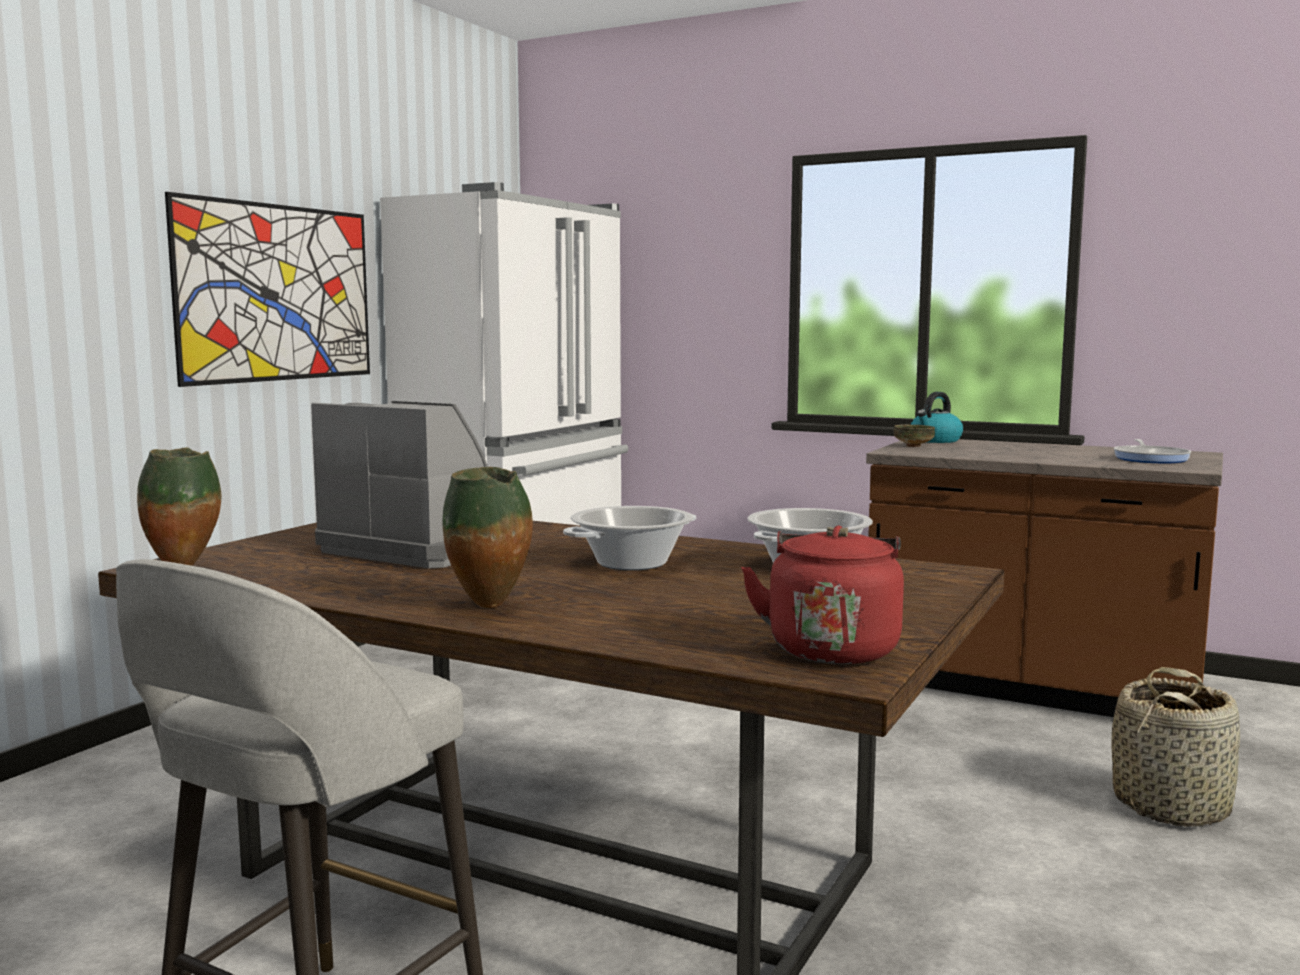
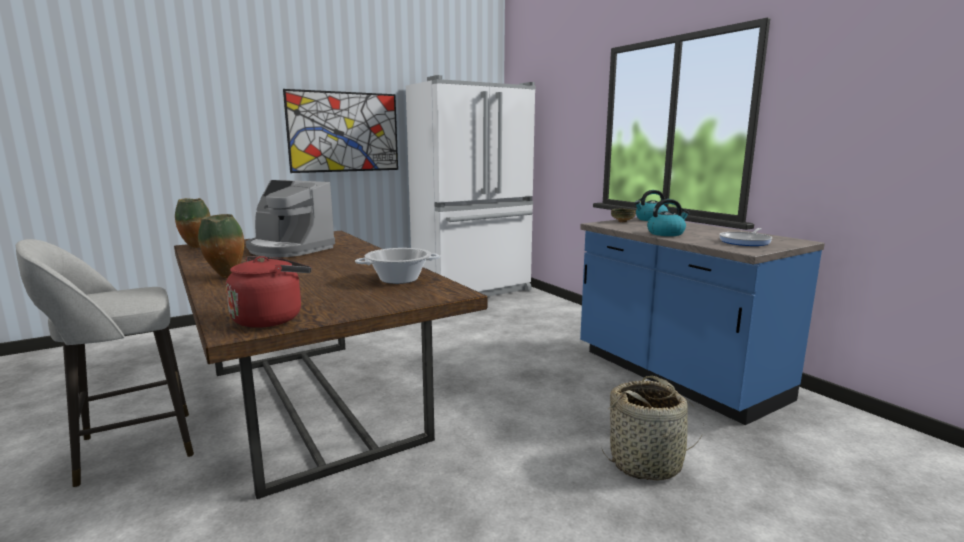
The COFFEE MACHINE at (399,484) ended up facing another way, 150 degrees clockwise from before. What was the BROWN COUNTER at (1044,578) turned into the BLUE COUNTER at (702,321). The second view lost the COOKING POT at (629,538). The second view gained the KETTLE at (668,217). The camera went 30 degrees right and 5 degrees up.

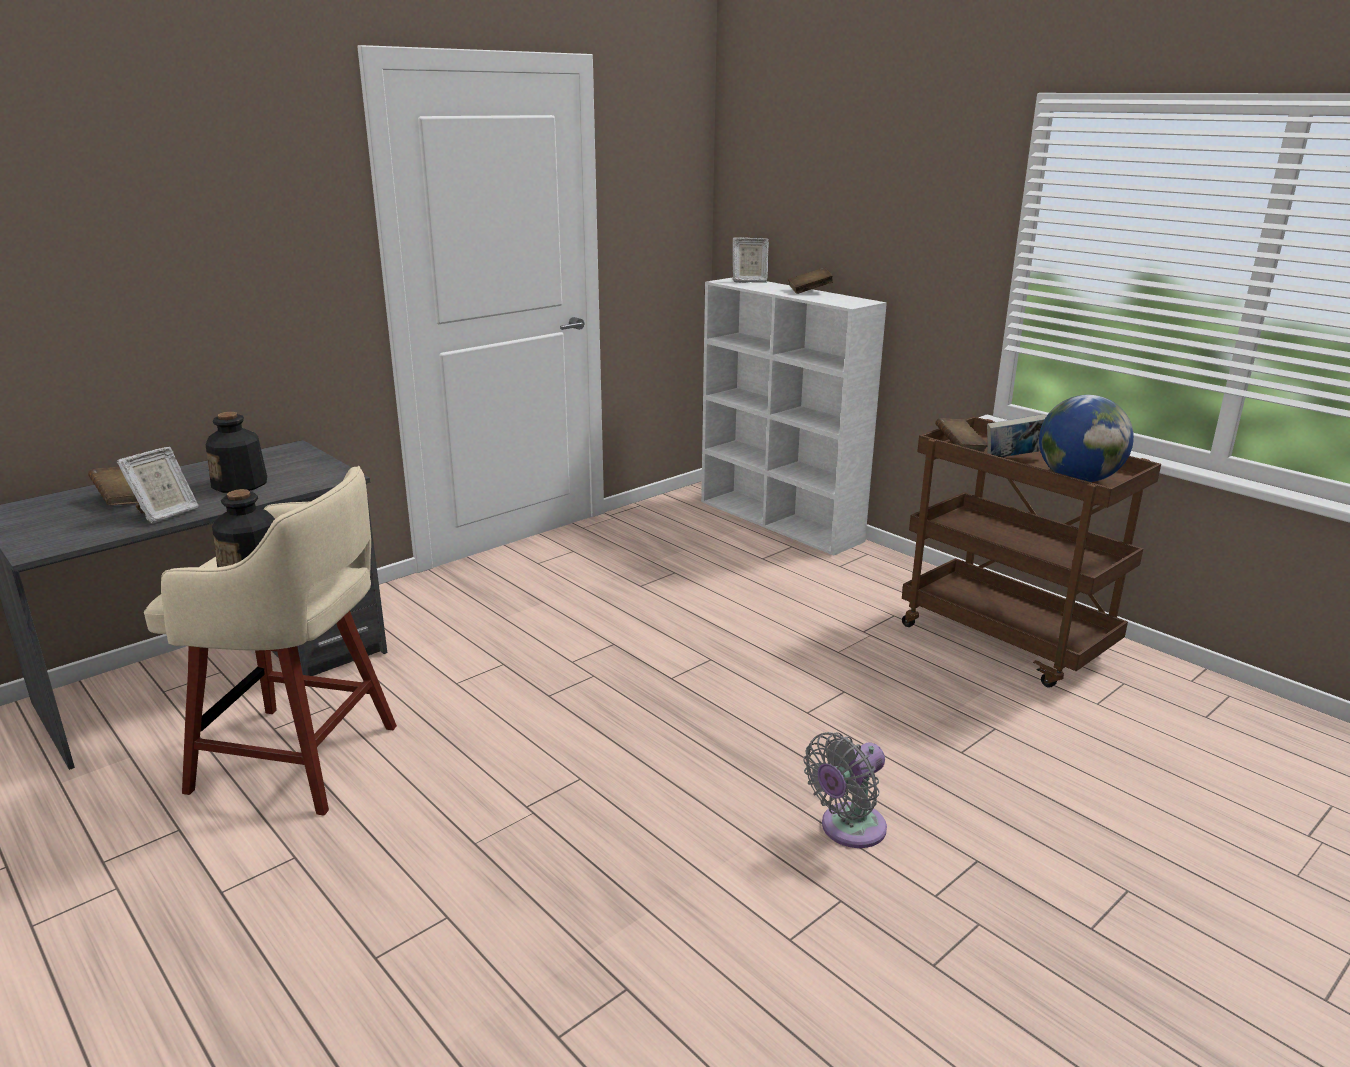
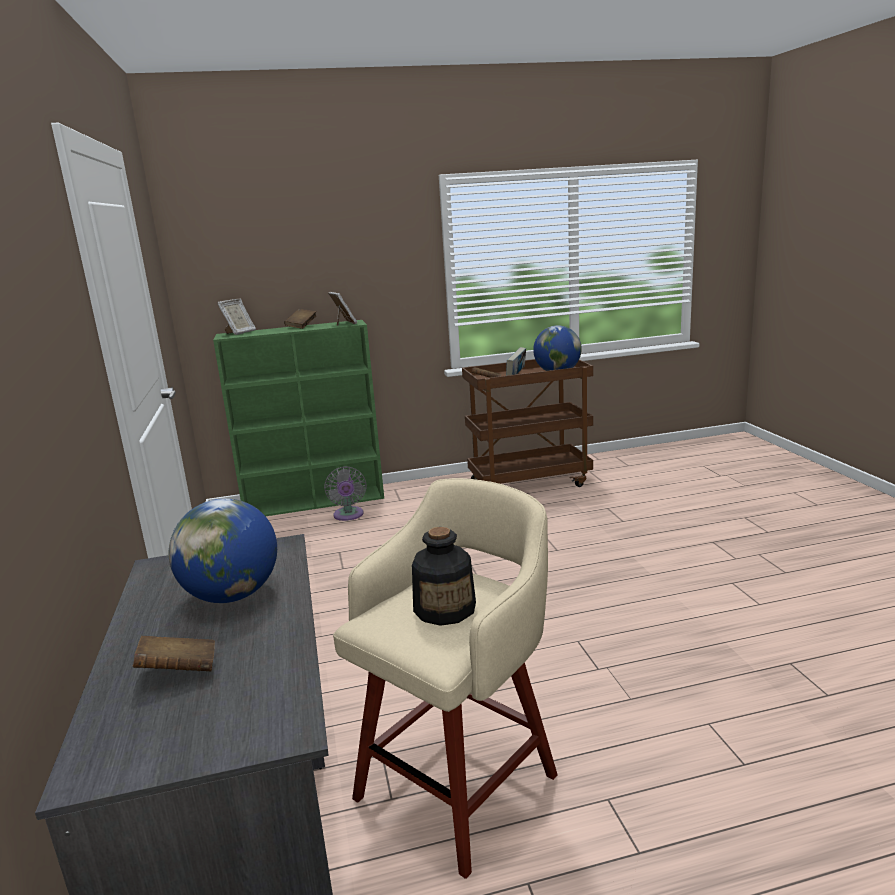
What was the WHITE BOOKCASE at (794,416) turned into the GREEN BOOKCASE at (298,418). Where the BOTTLE stood at (236,452), the GLOBE came to stand at (223,550). The PICTURE FRAME ended up elsewhere, having gone from (158,485) to (342,309). The GREY FAN ended up elsewhere, having gone from (845,790) to (345,493). The camera went 60 degrees left and 5 degrees down.

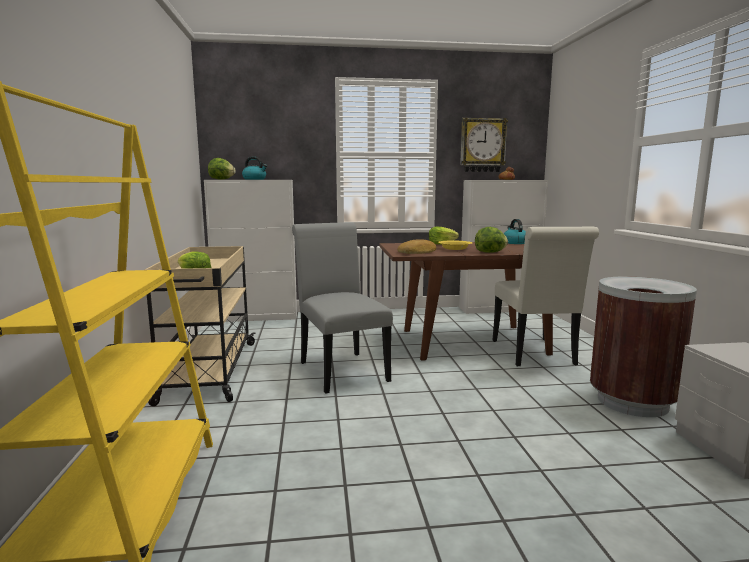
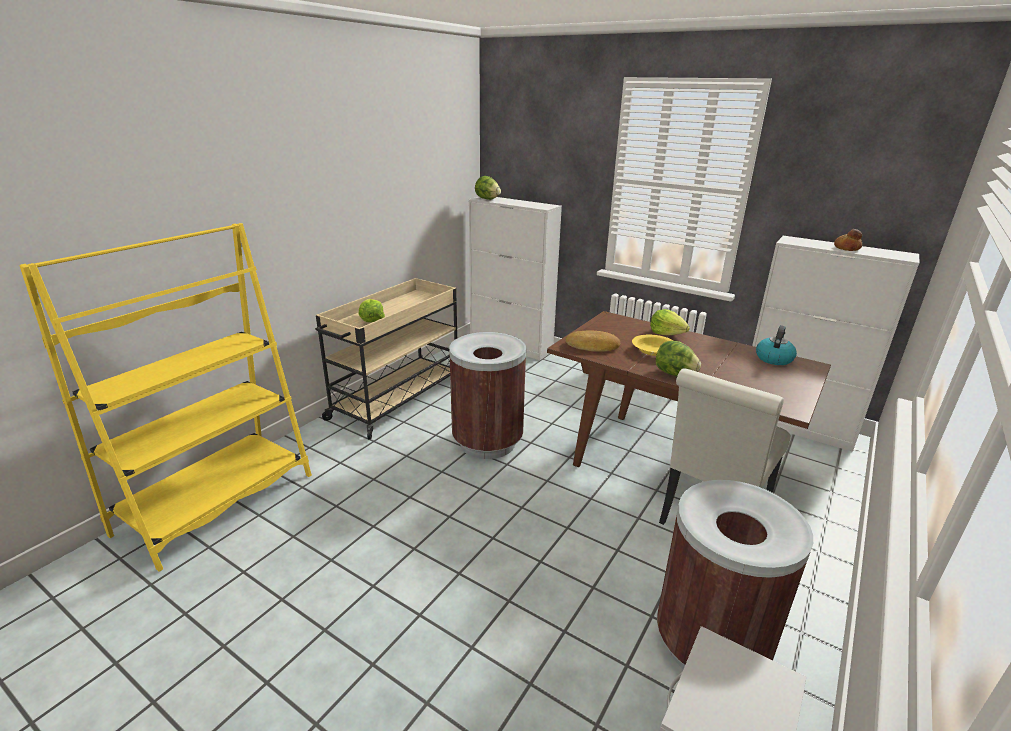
The second view lost the WALL CLOCK at (484,144). The second view lost the KETTLE at (254,168). Where the GREY CHAIR stood at (342,308), the BROWN TRASH CAN came to stand at (487,395). The camera went 40 degrees right and 15 degrees up.

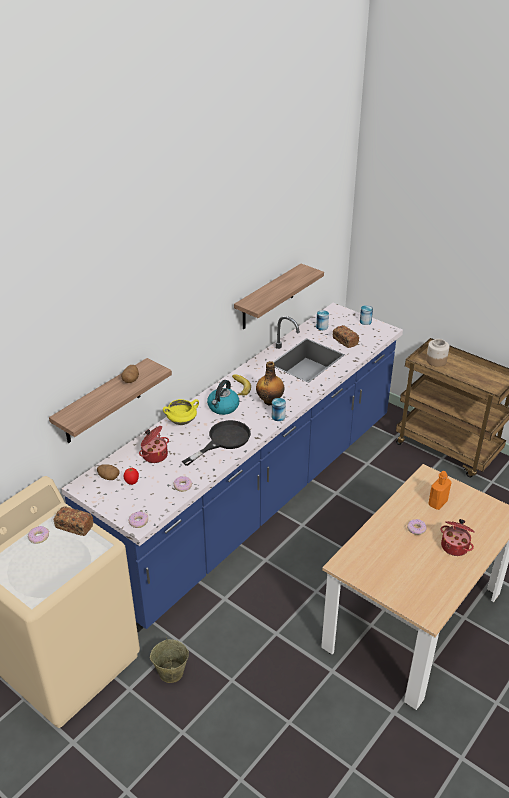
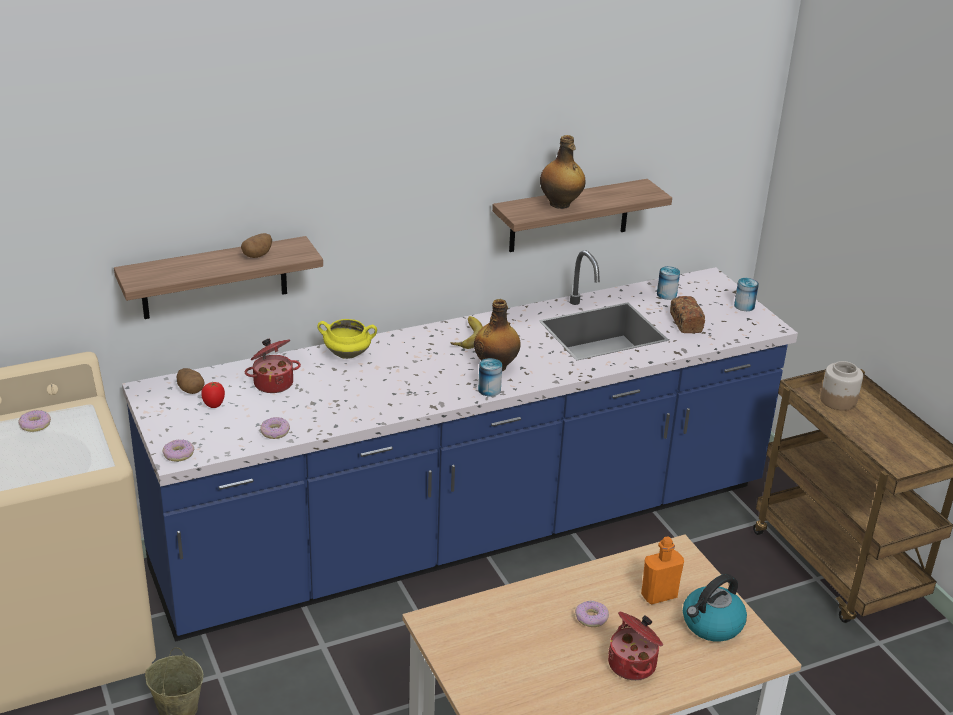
The KETTLE ended up elsewhere, having gone from (223,397) to (715,608). The second view lost the BLACK FRYING PAN at (216,443). The second view lost the BREAD at (74,521). The second view gained the BOTTLE at (563,172). The camera went 25 degrees right and 5 degrees down.

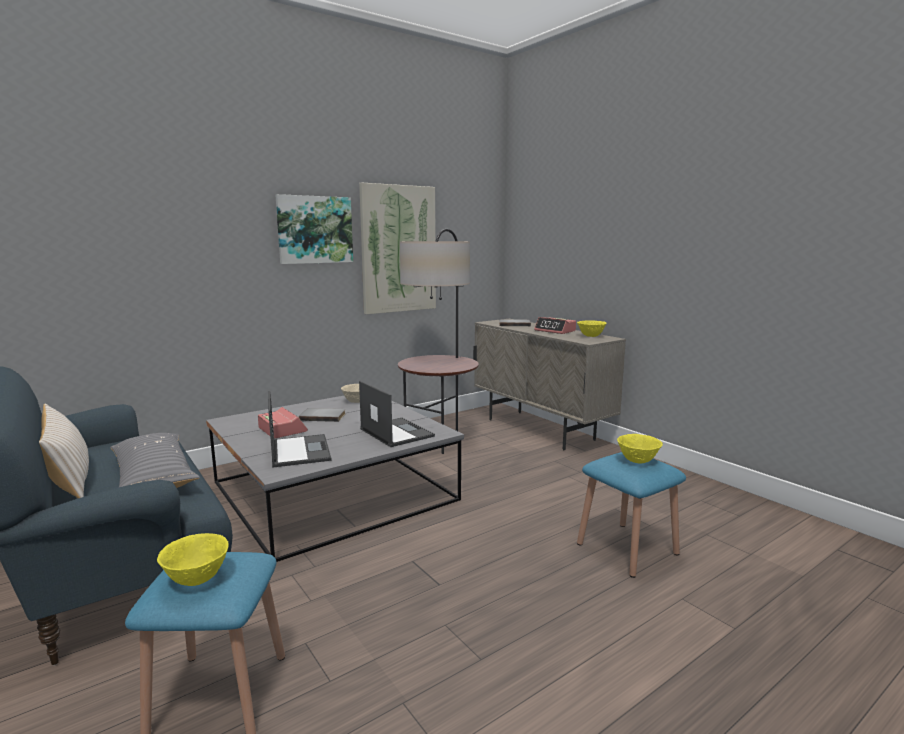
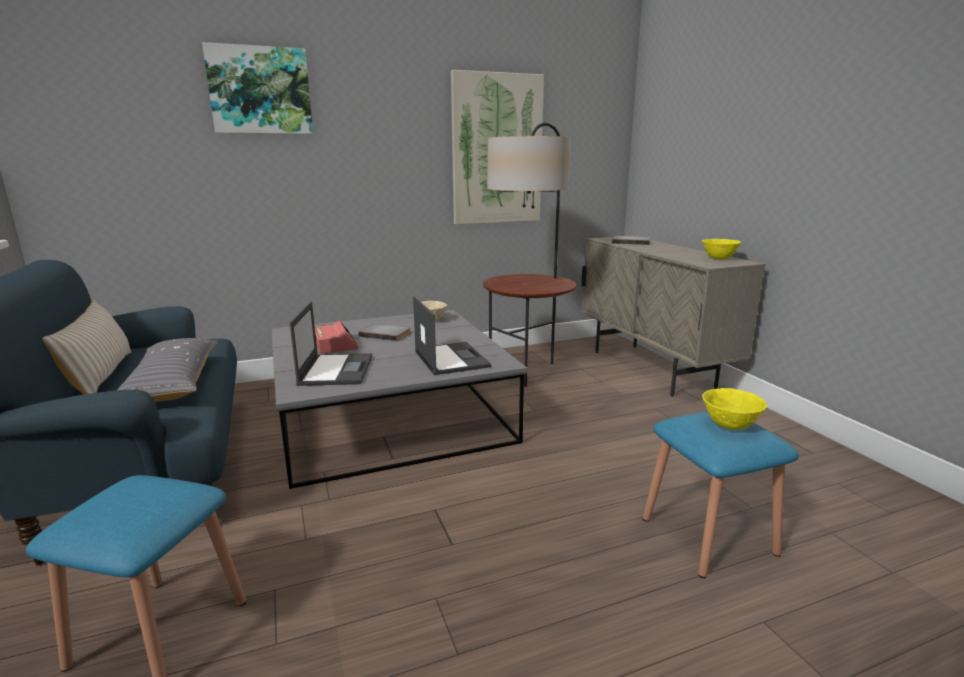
The PICTURE ended up elsewhere, having gone from (314,229) to (257,88). The second view lost the ALARM CLOCK at (555,325). The second view lost the YELLOW BOWL at (193,559). The camera went 15 degrees right and 5 degrees up.

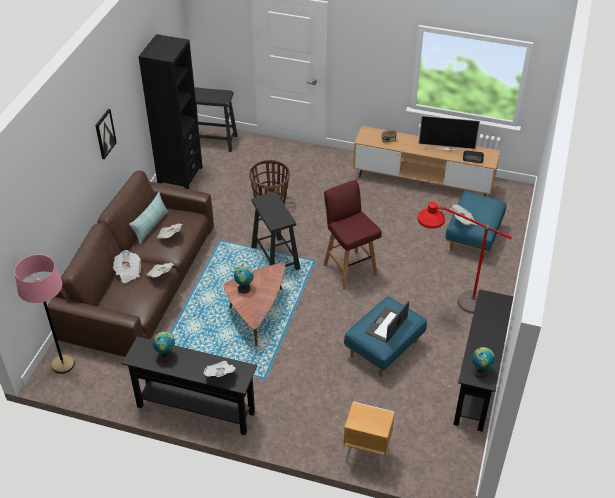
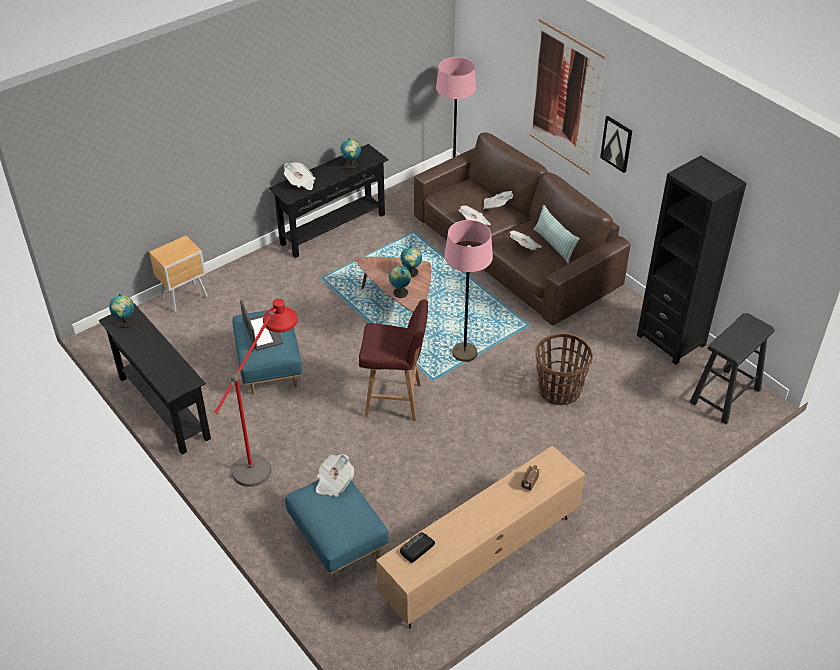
The second view lost the TELEVISION at (449,133). Where the BLACK STOOL stood at (275,231), the PINK FLOOR LAMP came to stand at (468,291). The second view gained the PICTURE at (568,96). The second view gained the GLOBE at (400,282). The camera went 125 degrees right and 0 degrees up.

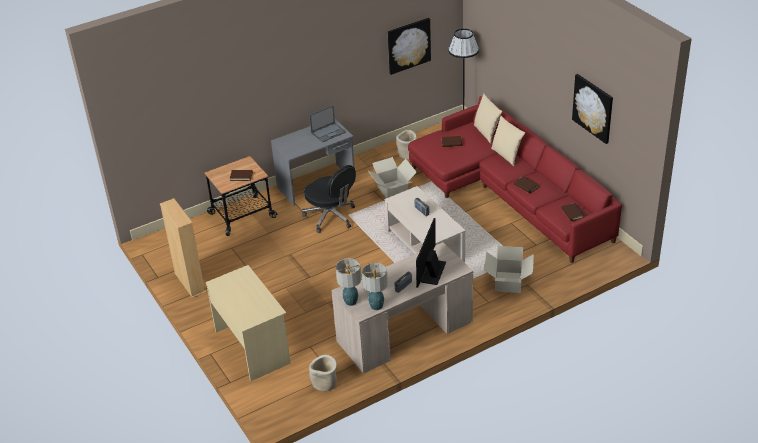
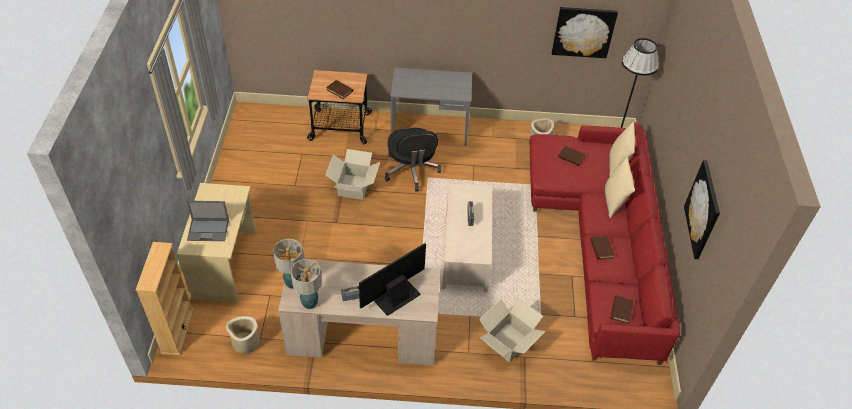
The LAPTOP ended up elsewhere, having gone from (327,123) to (208,221). The CARDBOARD BOX ended up elsewhere, having gone from (392,177) to (352,174). The BEIGE BOOKCASE ended up elsewhere, having gone from (183,248) to (165,298). The camera went 30 degrees right and 10 degrees up.

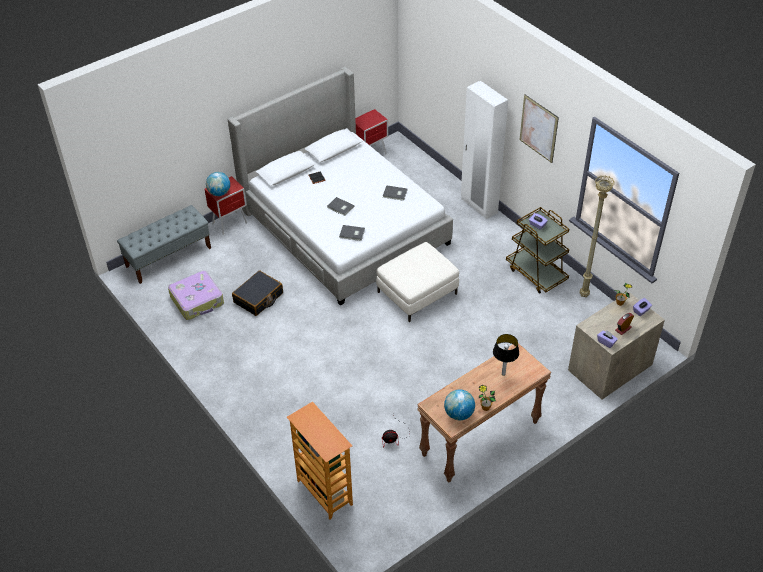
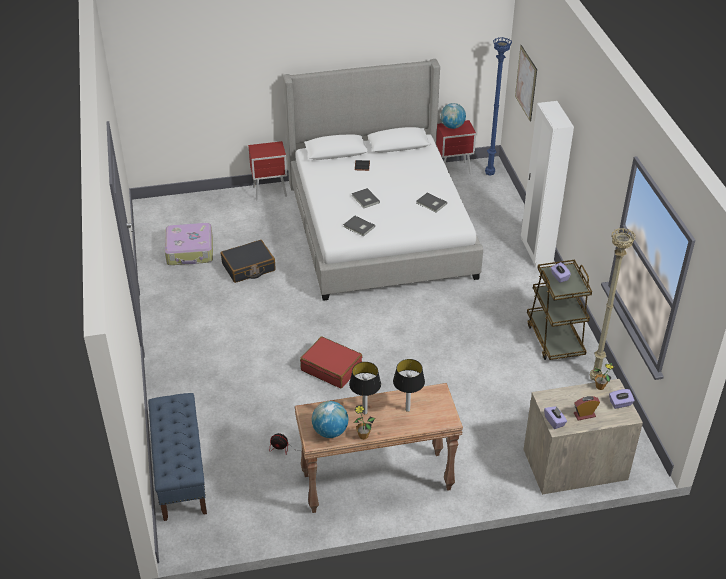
The PICTURE ended up elsewhere, having gone from (539,128) to (526,83). The GLOBE ended up elsewhere, having gone from (218,184) to (453,116). The second view lost the GREY BENCH at (164,244). The second view lost the WHITE OTTOMAN at (417,282). Where the BOOKCASE stood at (320,460), the BLUE BENCH came to stand at (177,457). The second view gained the BLUE FLOOR LAMP at (498,106). The second view gained the RED SUITCASE at (331,362). The second view gained the TABLE LAMP at (365,388). The camera went 25 degrees right and 5 degrees down.

